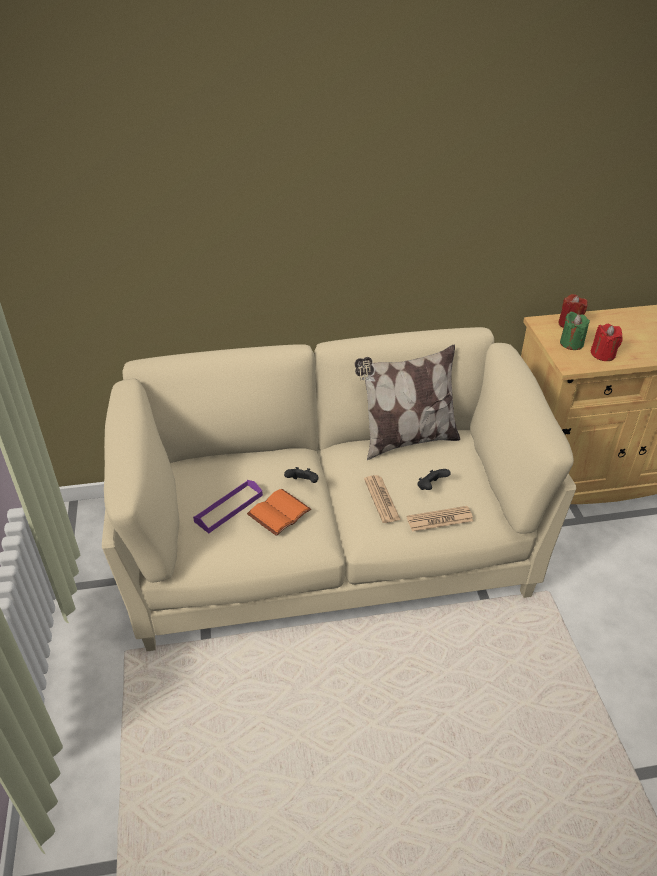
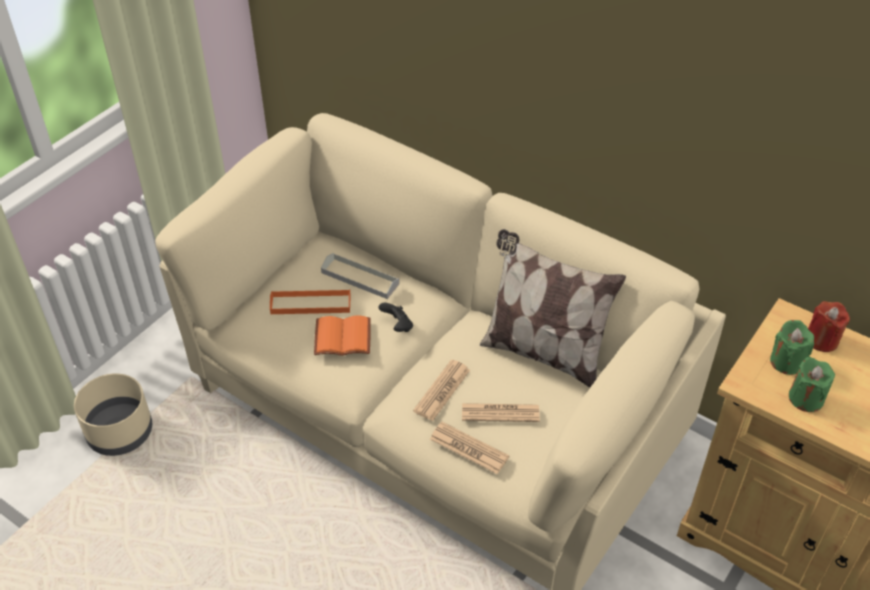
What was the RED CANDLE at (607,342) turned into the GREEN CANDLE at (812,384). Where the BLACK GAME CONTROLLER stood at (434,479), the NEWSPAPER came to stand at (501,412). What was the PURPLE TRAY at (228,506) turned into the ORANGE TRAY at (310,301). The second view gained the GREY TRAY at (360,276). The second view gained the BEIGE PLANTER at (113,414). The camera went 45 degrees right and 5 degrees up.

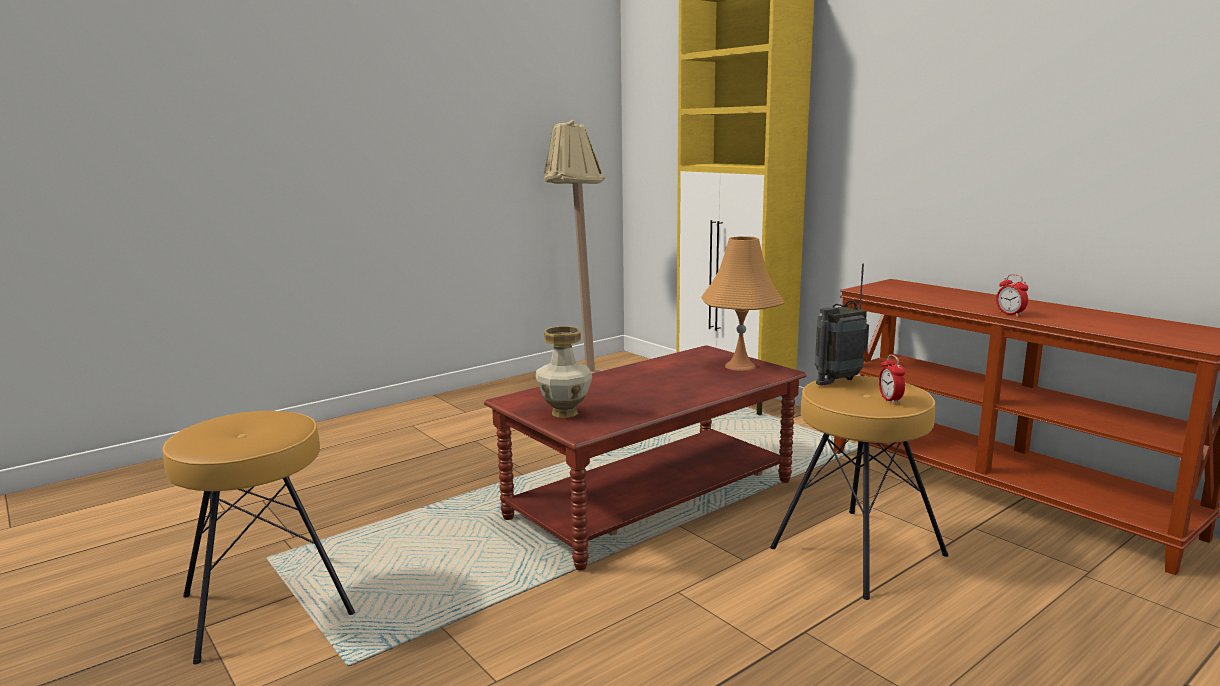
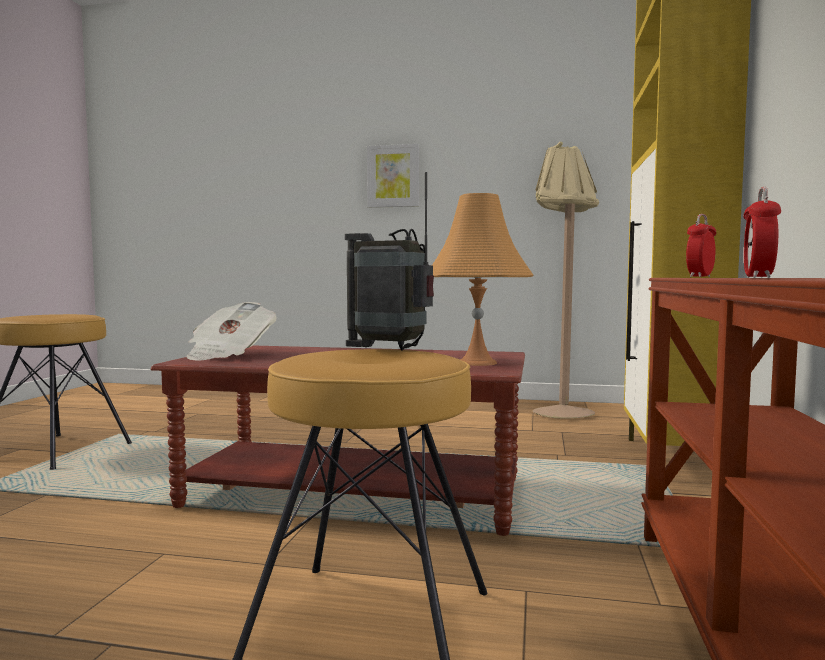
Where the VASE stood at (563,372), the NEWSPAPER came to stand at (231,331). The ALARM CLOCK ended up elsewhere, having gone from (892,379) to (701,245). The second view gained the PICTURE at (393,176). The camera went 50 degrees right and 10 degrees down.

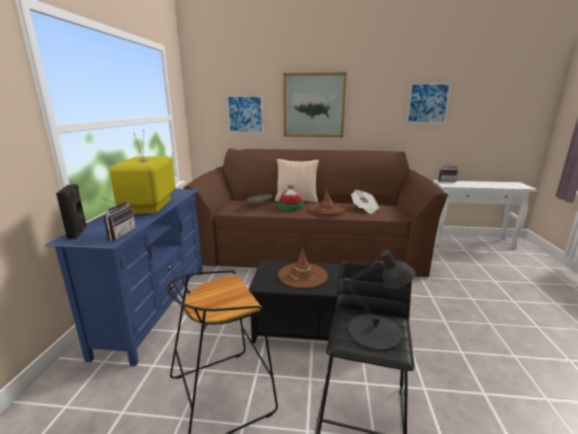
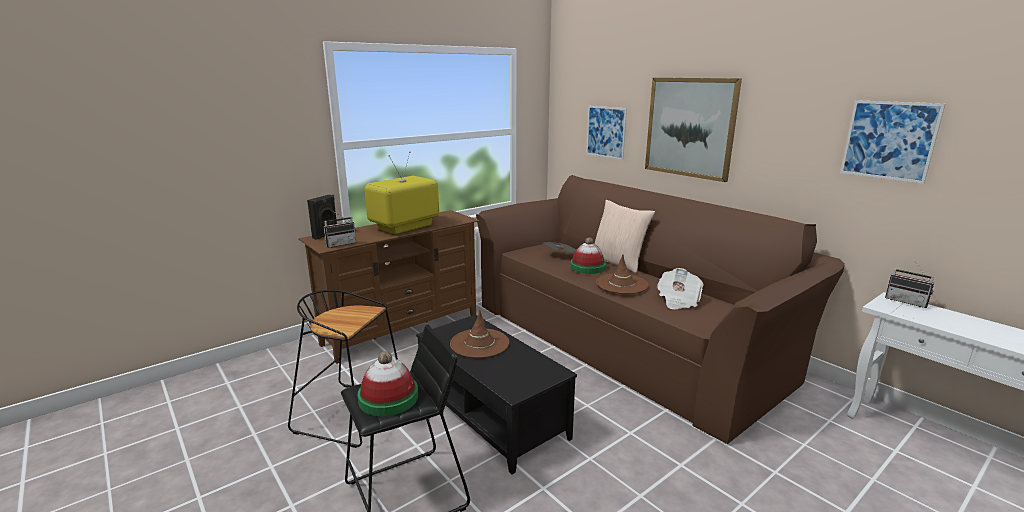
What was the BLUE TV STAND at (124,277) turned into the BROWN TV STAND at (389,287). Where the BLACK TABLE LAMP stood at (378,300), the HAT came to stand at (388,383). The camera went 45 degrees right and 0 degrees up.

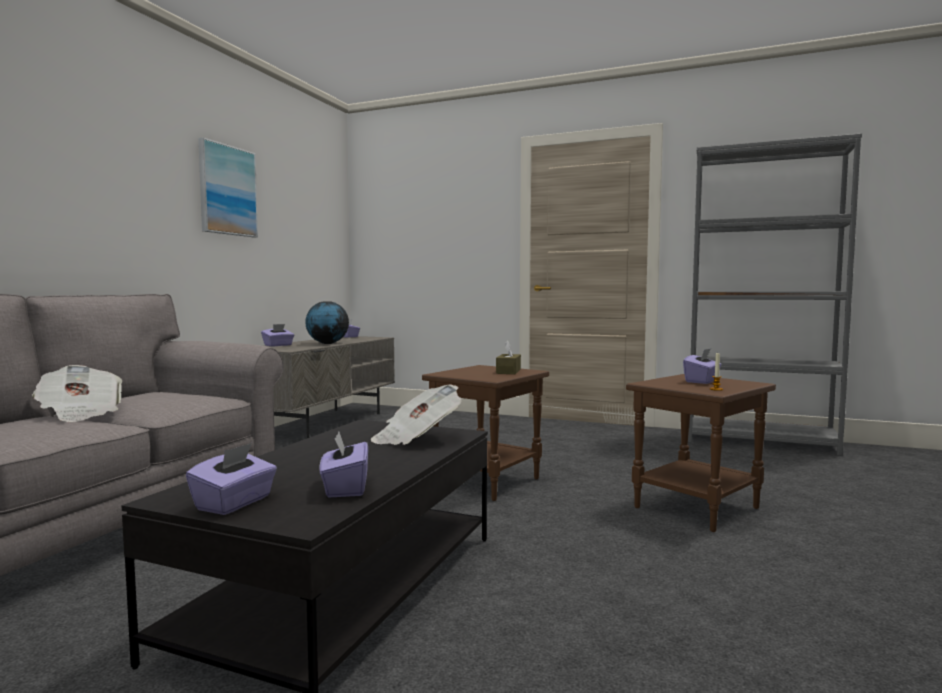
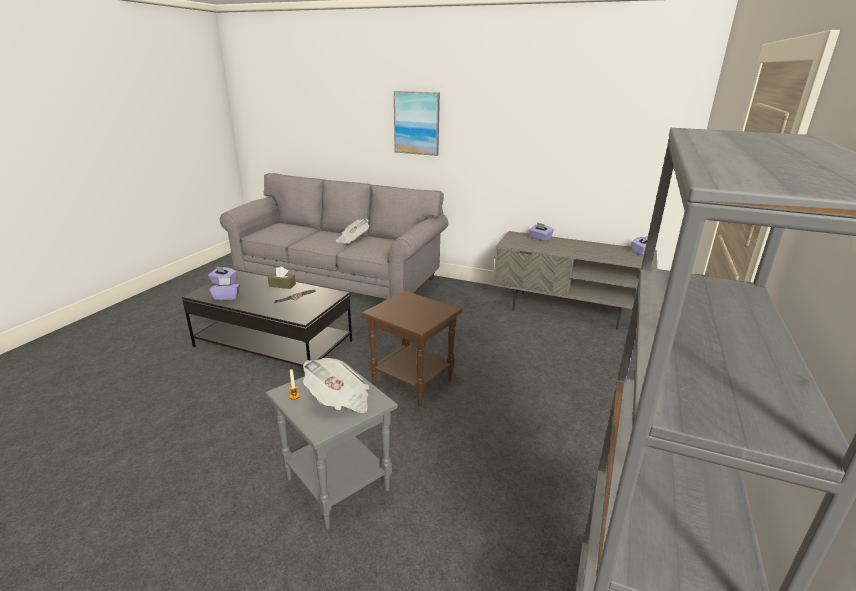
The PICTURE ended up elsewhere, having gone from (228,187) to (417,123). The second view lost the GLOBE at (327,322). The BROWN TISSUE BOX ended up elsewhere, having gone from (508,357) to (282,278). Where the PURPLE TISSUE BOX stood at (702,366), the NEWSPAPER came to stand at (336,385). What was the BROWN SIDE TABLE at (701,453) turned into the GREY SIDE TABLE at (331,445). The camera went 90 degrees right and 20 degrees up.

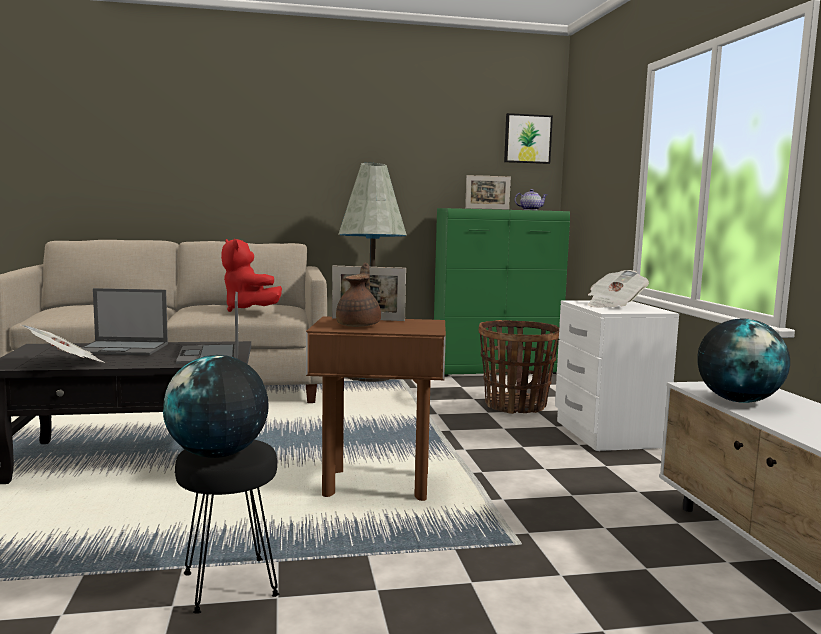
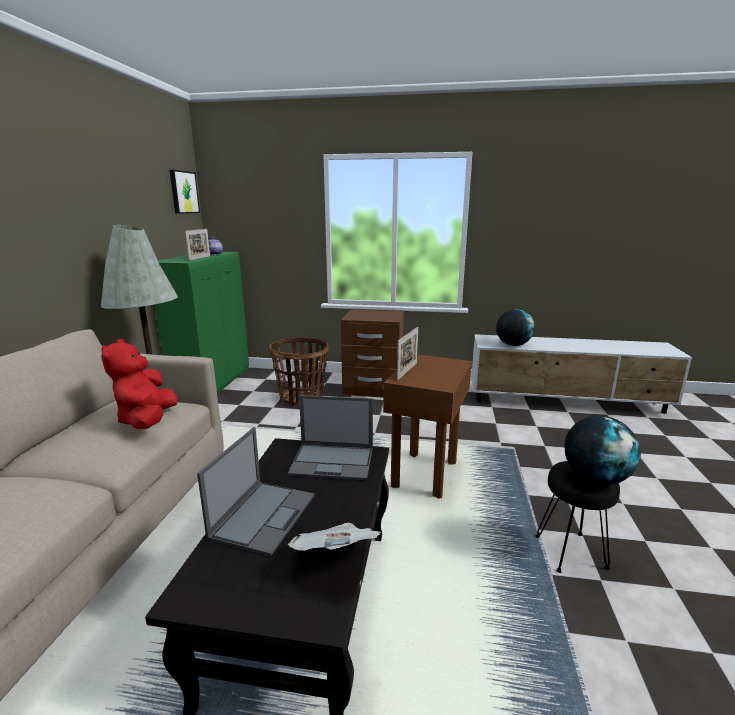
The RED PLUSH TOY at (251,275) ended up facing another way, 105 degrees clockwise from before. The second view lost the BROWN TEAPOT at (358,295). The second view lost the NEWSPAPER at (618,289). What was the WHITE NIGHTSTAND at (617,376) turned into the BROWN NIGHTSTAND at (372,353). The camera went 70 degrees left and 10 degrees up.

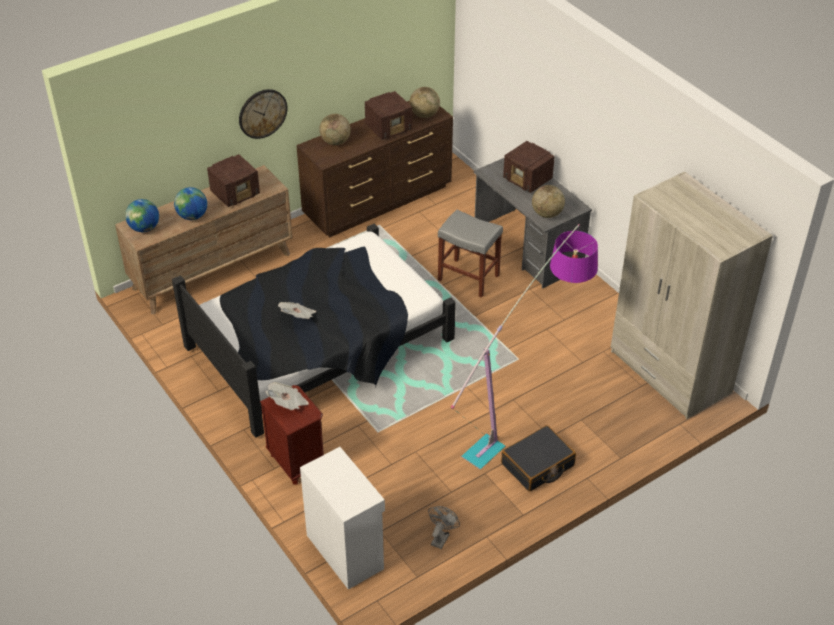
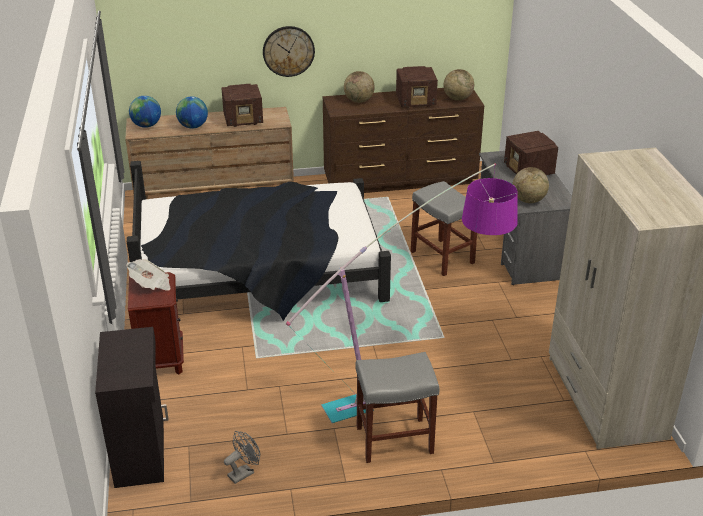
The second view lost the NEWSPAPER at (297,310). Where the BLACK SUITCASE stood at (538,458), the GREY STOOL came to stand at (397,407). What was the WHITE CABINET at (342,518) turned into the BLACK CABINET at (132,407). The camera went 25 degrees right and 10 degrees down.

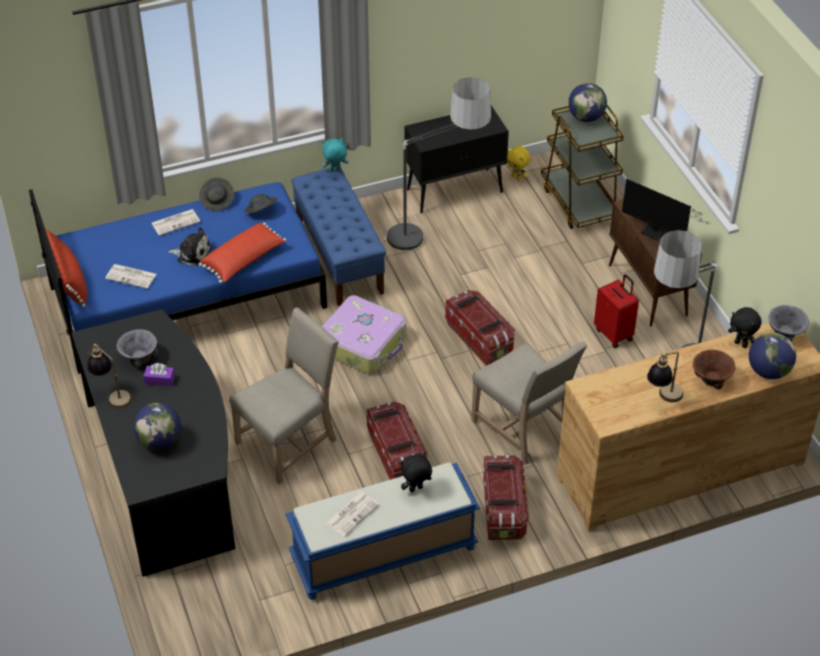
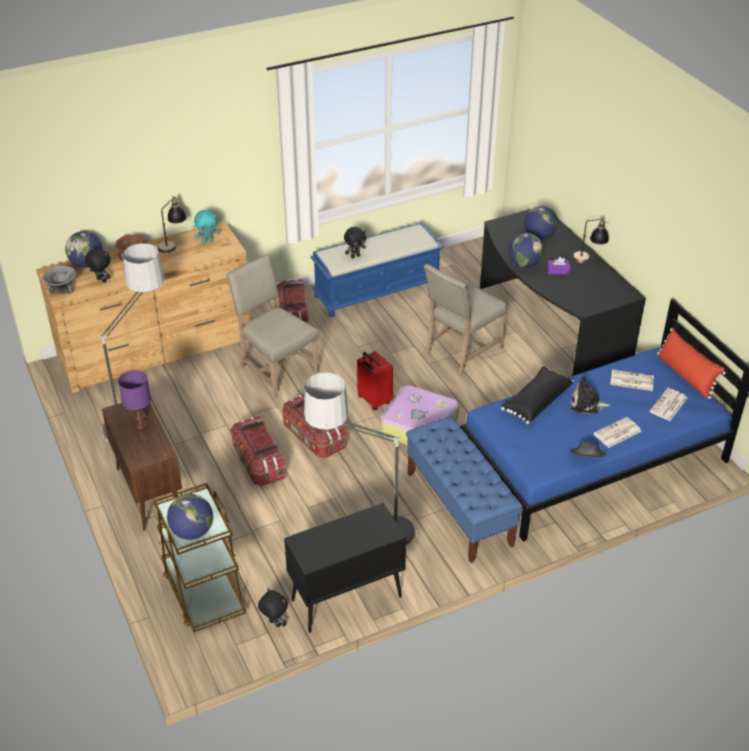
The TURQUOISE PLUSH TOY ended up elsewhere, having gone from (335,155) to (206,227). What was the YELLOW PLUSH TOY at (519,163) turned into the BLACK PLUSH TOY at (273,607). Where the MONITOR stood at (664,210), the PURPLE TABLE LAMP came to stand at (134,400). The second view lost the GREY HAT at (260,203). What was the RED PILLOW at (242,253) turned into the BLACK PILLOW at (537,395). The RED SUITCASE ended up elsewhere, having gone from (616,311) to (375,380). The second view lost the GREY BOWL at (137,348). The STORAGE BOX ended up elsewhere, having gone from (397,441) to (258,451). The NEWSPAPER ended up elsewhere, having gone from (352,514) to (668,404). The second view gained the GLOBE at (526,250). The camera went 175 degrees right and 5 degrees down.

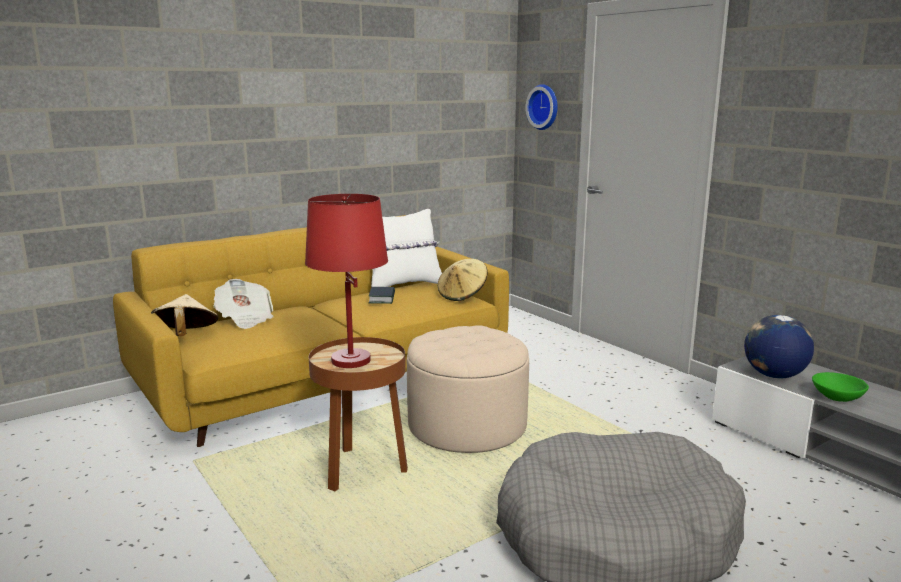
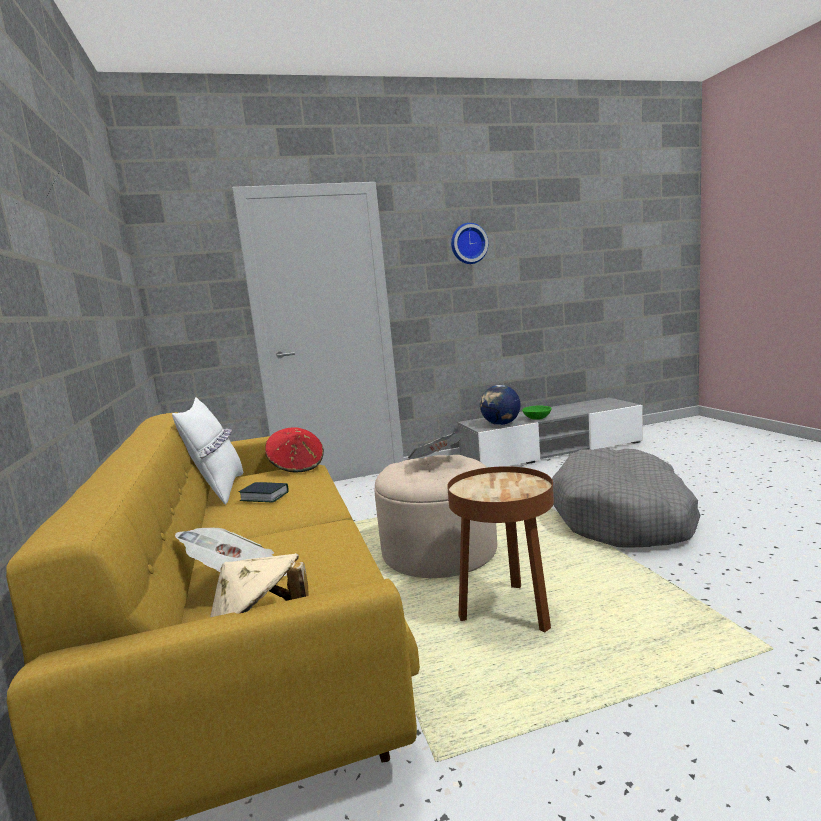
The WALL CLOCK ended up elsewhere, having gone from (541,107) to (469,243). The second view lost the RED TABLE LAMP at (346,281). What was the BEIGE HAT at (463,280) turned into the RED HAT at (294,450). The second view gained the NEWSPAPER at (436,446). The camera went 70 degrees left and 5 degrees down.

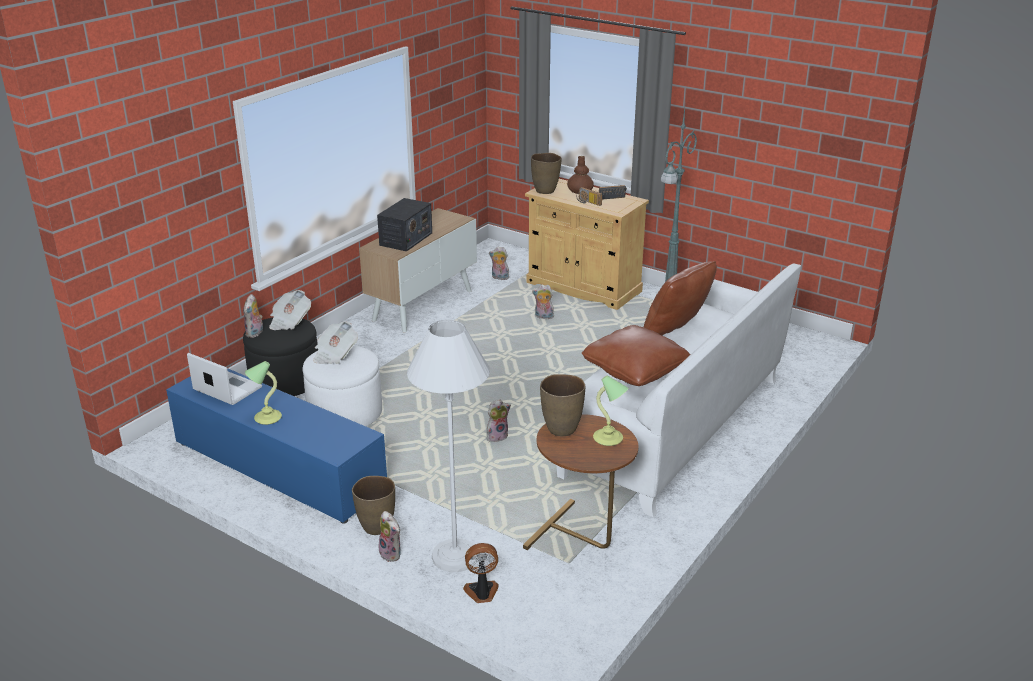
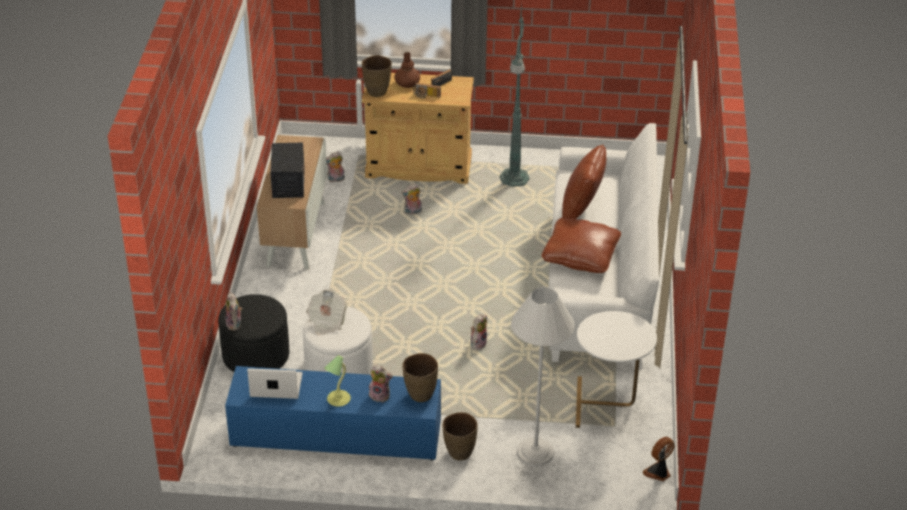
The second view lost the NEWSPAPER at (290,310). The BROWN VASE ended up elsewhere, having gone from (562,405) to (420,377). The second view lost the TABLE LAMP at (611,410). What was the BROWN SIDE TABLE at (580,482) turned into the WHITE SIDE TABLE at (616,369). The PLUSH TOY ended up elsewhere, having gone from (390,536) to (381,383). The FAN ended up elsewhere, having gone from (481,573) to (658,459). The camera went 30 degrees left and 10 degrees up.

